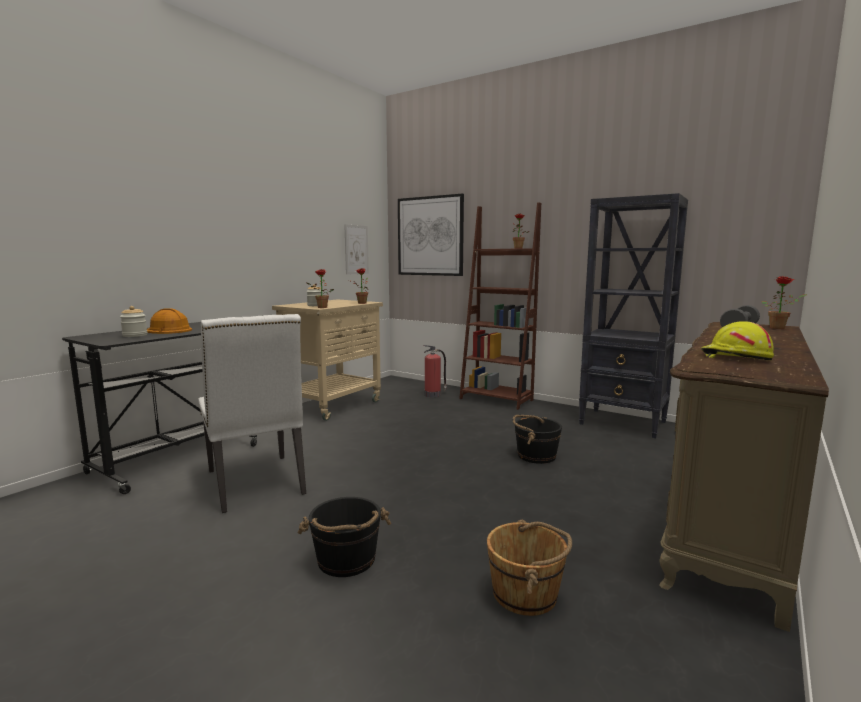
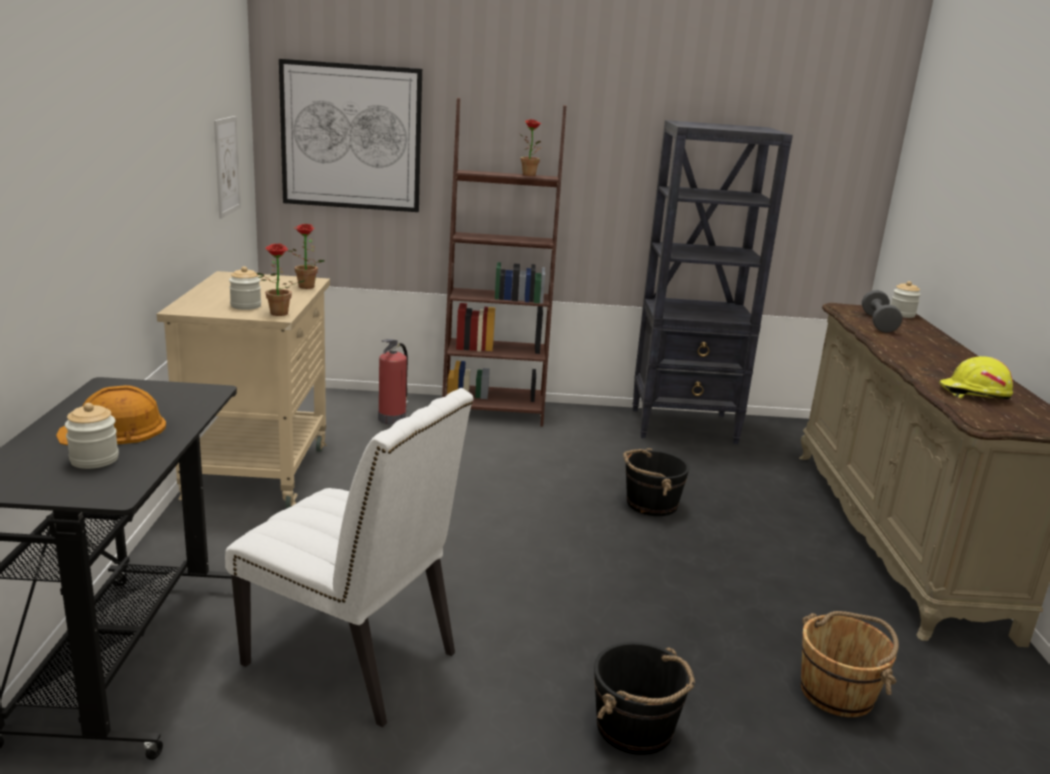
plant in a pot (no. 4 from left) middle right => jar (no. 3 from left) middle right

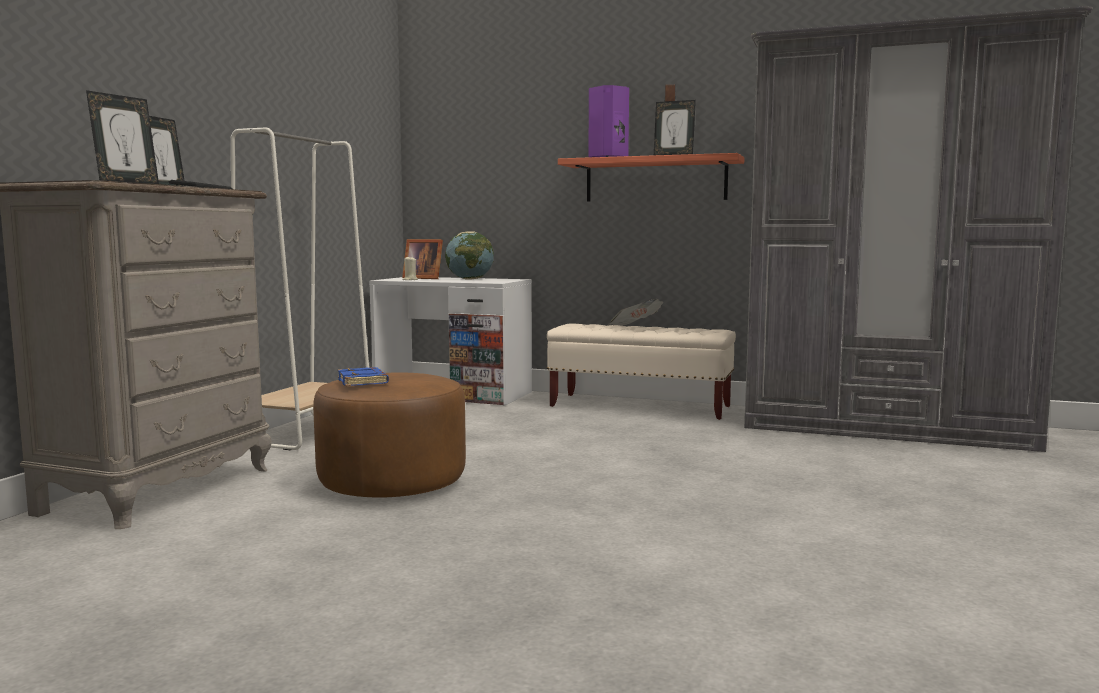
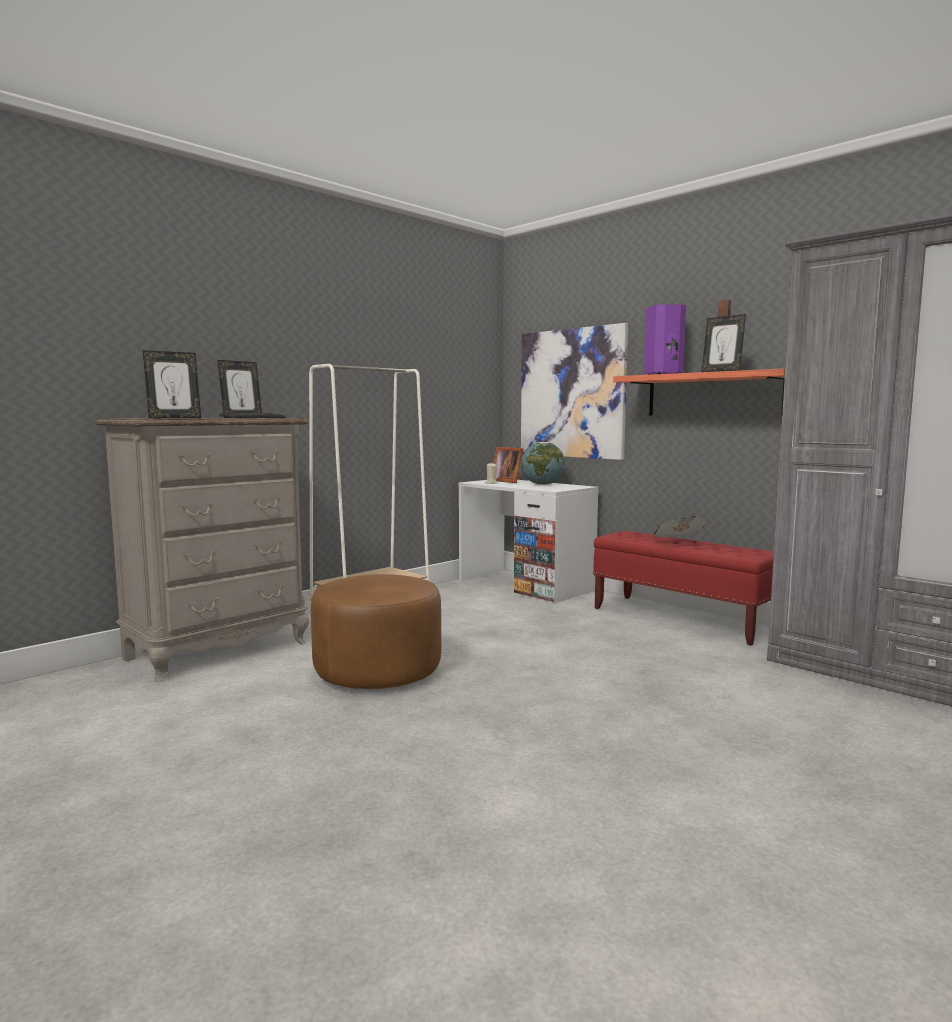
nothing => picture centre
beige long seat centre => red long seat middle right
blue-coloured bound book middle left => nothing

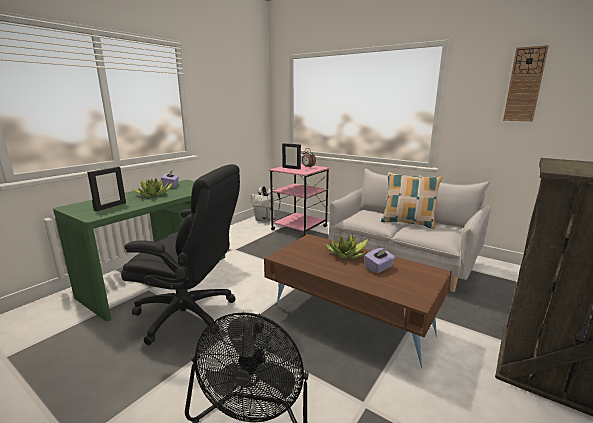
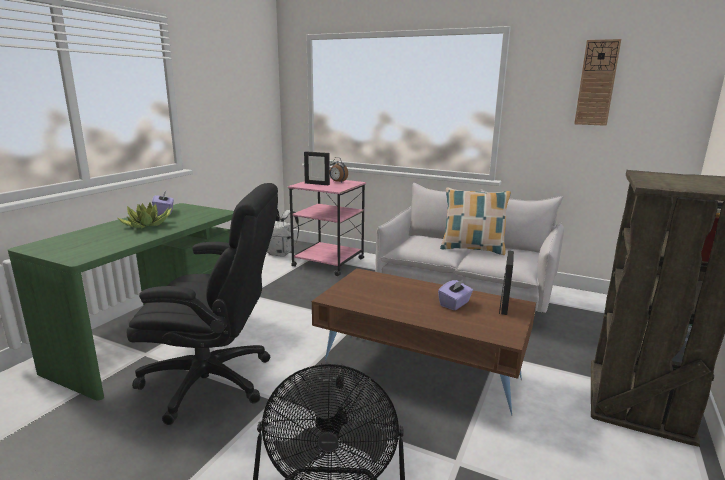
photo frame (no. 1 from left in the first image) middle left => photo frame (no. 2 from left) middle right, shifted
plant in a pot (no. 2 from left) centre => nothing

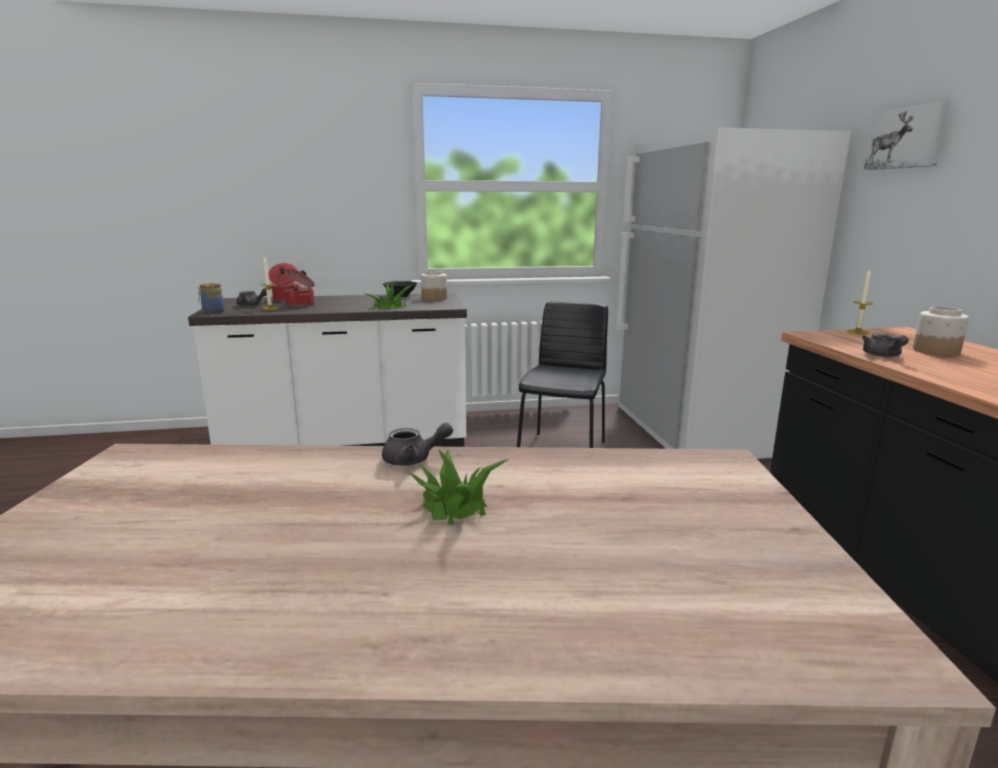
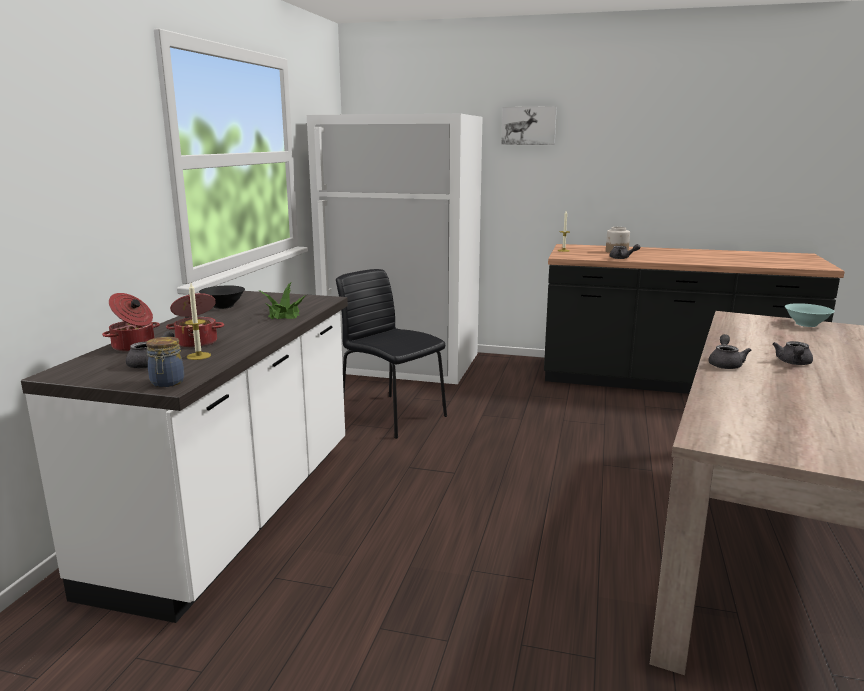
plant in a pot (no. 2 from left) centre => grey tea pot (no. 4 from left) middle right
nothing => turquoise serving bowl middle right
jar (no. 2 from left) centre => nothing

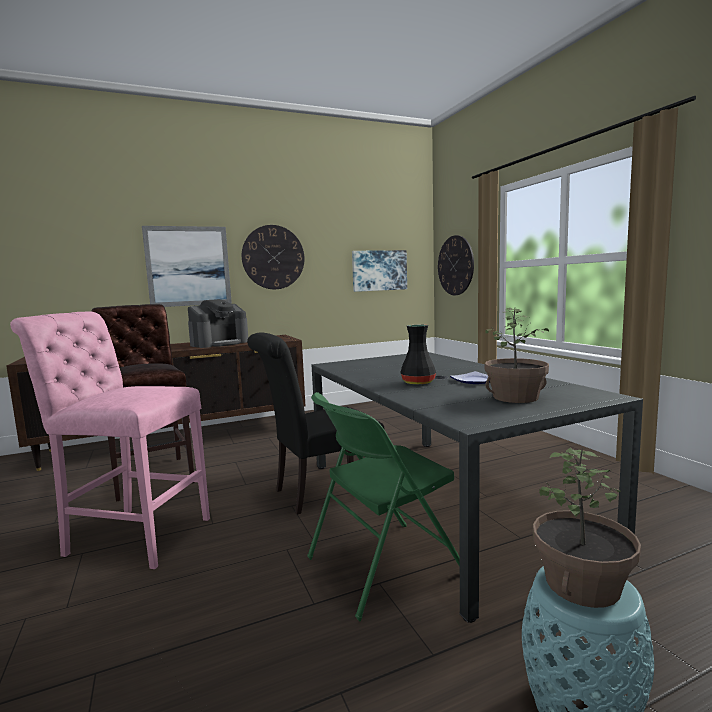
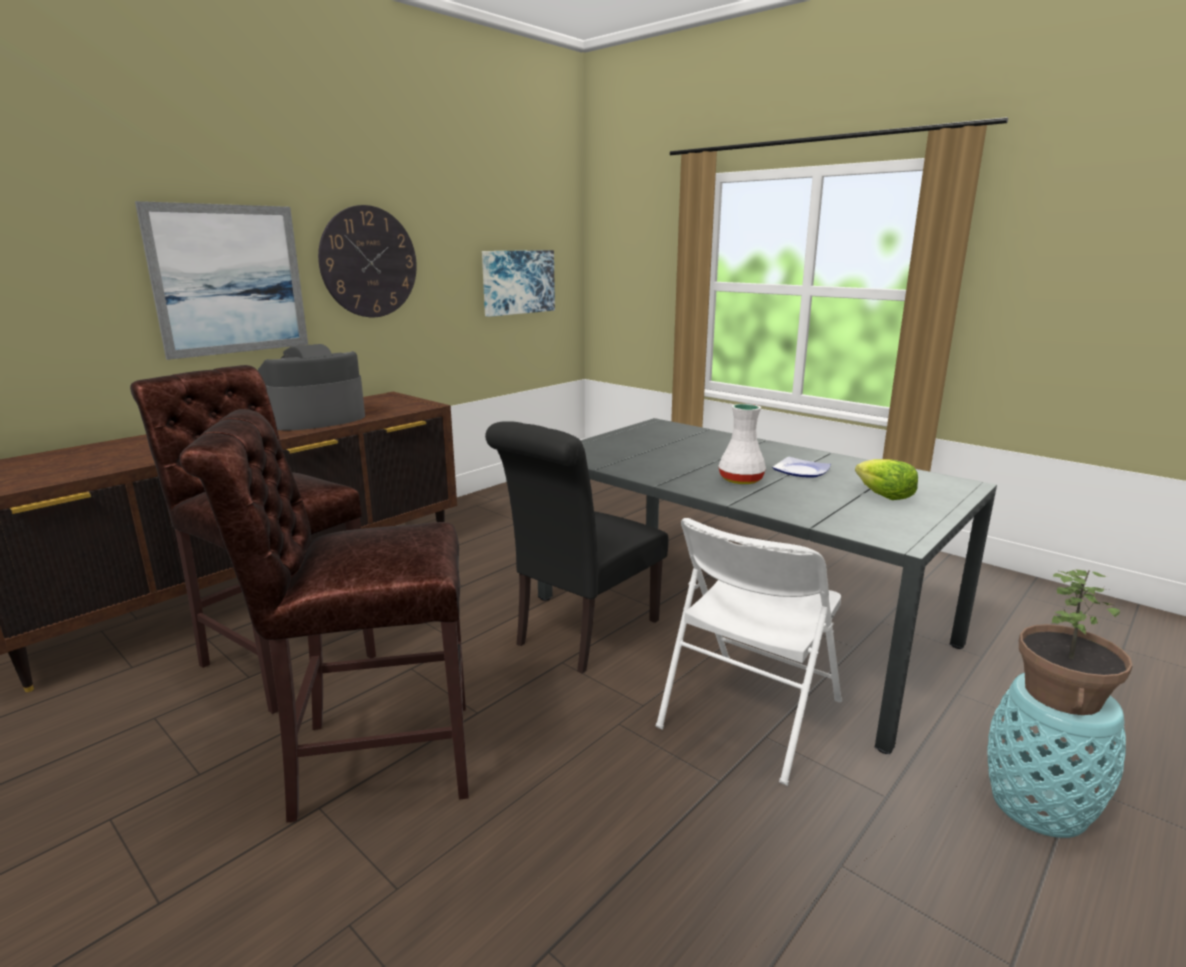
pink sitting stool middle left => brownish sitting stool (no. 2 from left) middle left
coffee machine middle left, 150 degrees counterclockwise
green upright chair bottom centre => white upright chair bottom centre
black-coloured decorative vase centre => white decorative vase centre
plant in a pot (no. 1 from left) middle right => lettuce head middle right
hanging clock (no. 2 from left) centre => nothing

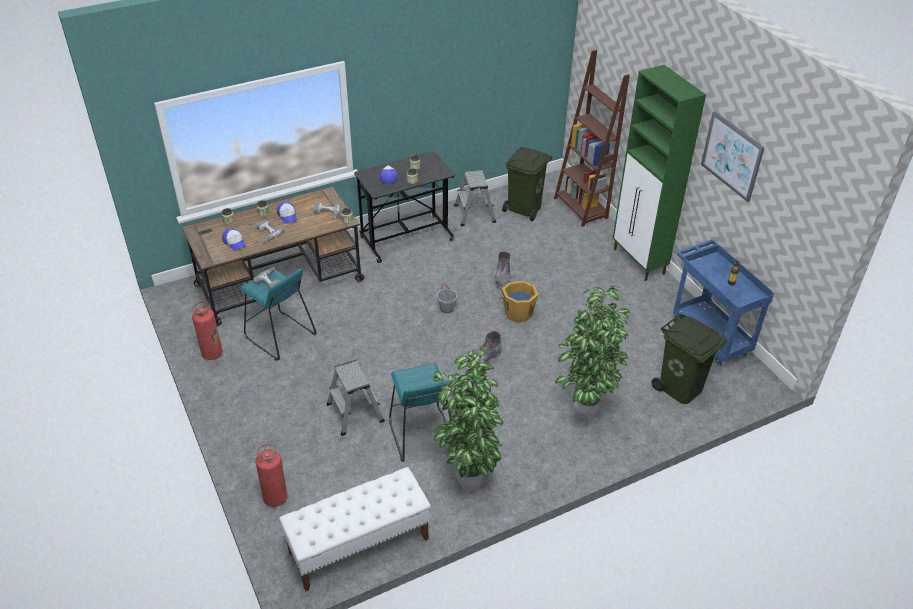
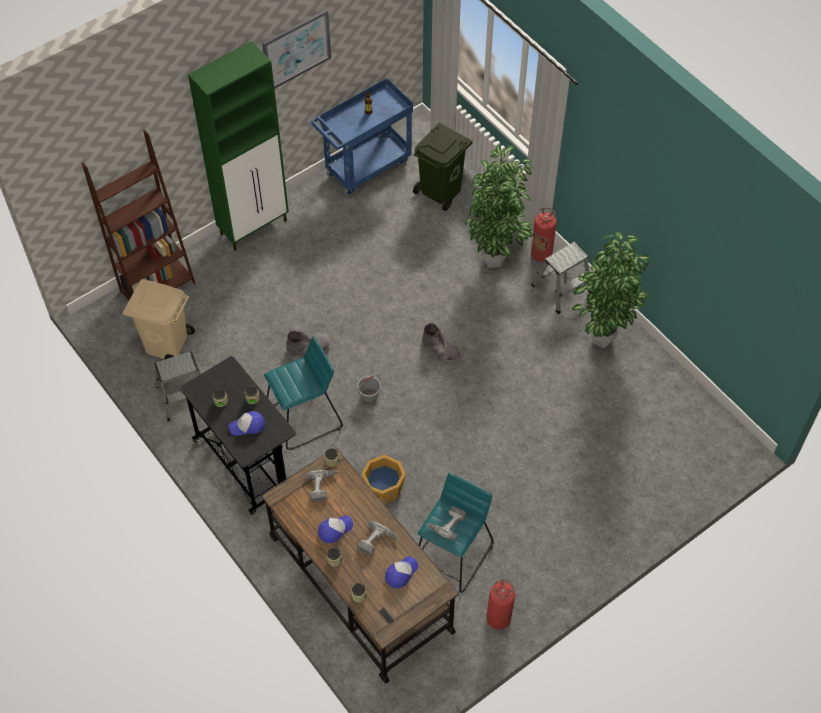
green trash can (no. 1 from left) top centre => beige trash can middle left
turquoise sitting stool (no. 2 from left in the first image) bottom centre => turquoise sitting stool (no. 1 from left) centre, shifted
orangey water bucket centre => orangey water bucket bottom centre, shifted
fire-fighting cylinder (no. 2 from left) bottom left => fire-fighting cylinder (no. 2 from left) top centre, shifted
grey step ladder (no. 1 from left in the first image) centre => grey step ladder (no. 2 from left) middle right, shifted
white long seat bottom centre => nothing

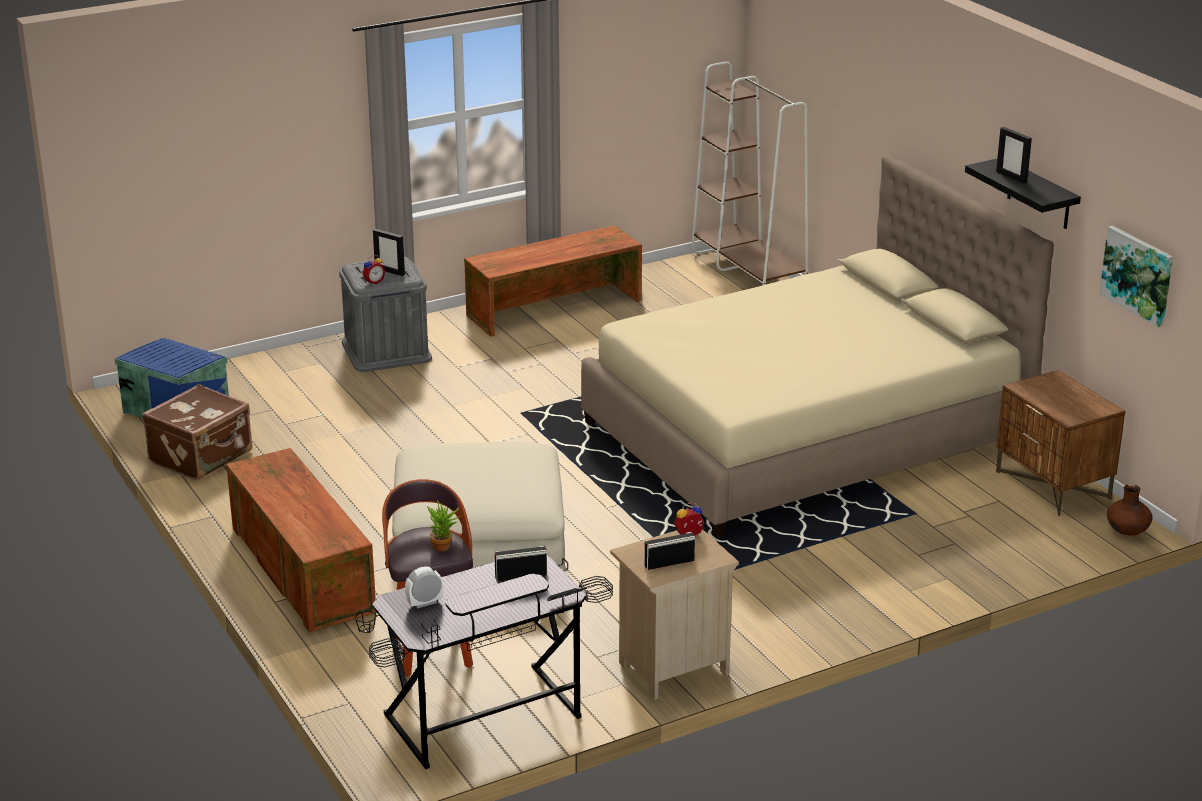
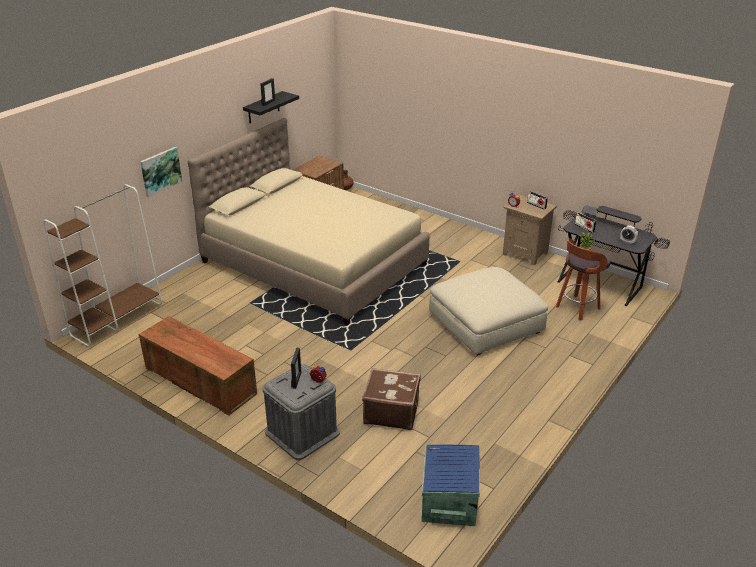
picture middle right => picture top left, shifted
brownish piece of luggage middle left => brownish piece of luggage bottom centre, shifted
brownish long seat (no. 1 from left) bottom left => nothing

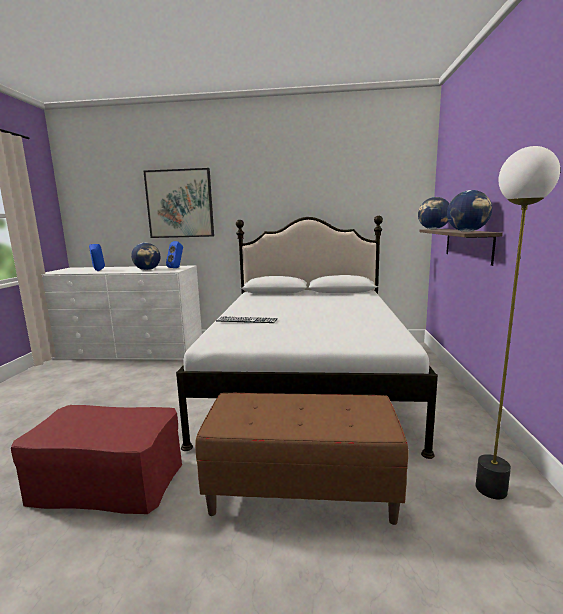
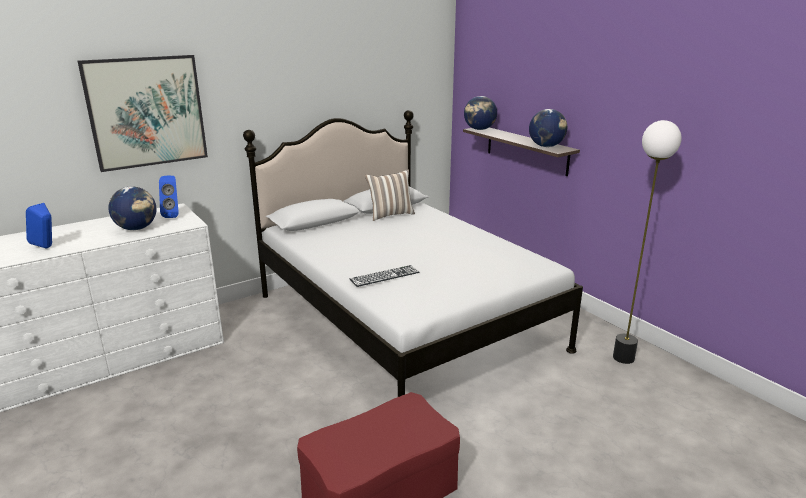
nothing => throw pillow centre
brownish long seat bottom centre => nothing

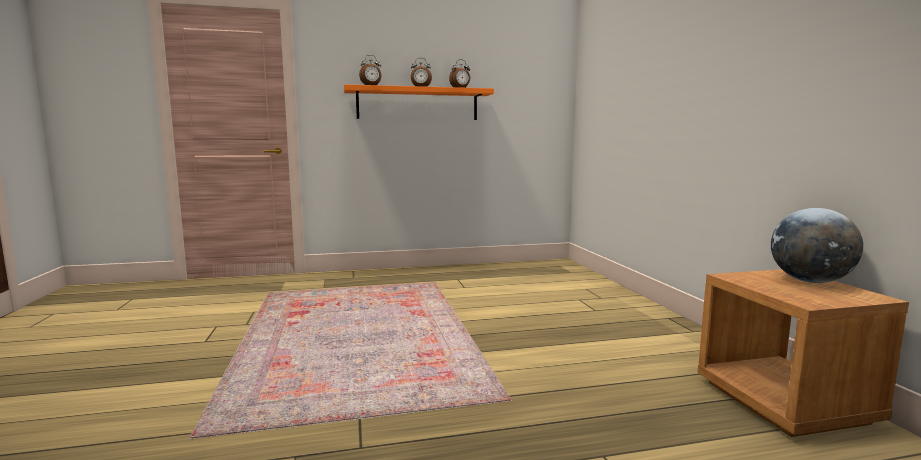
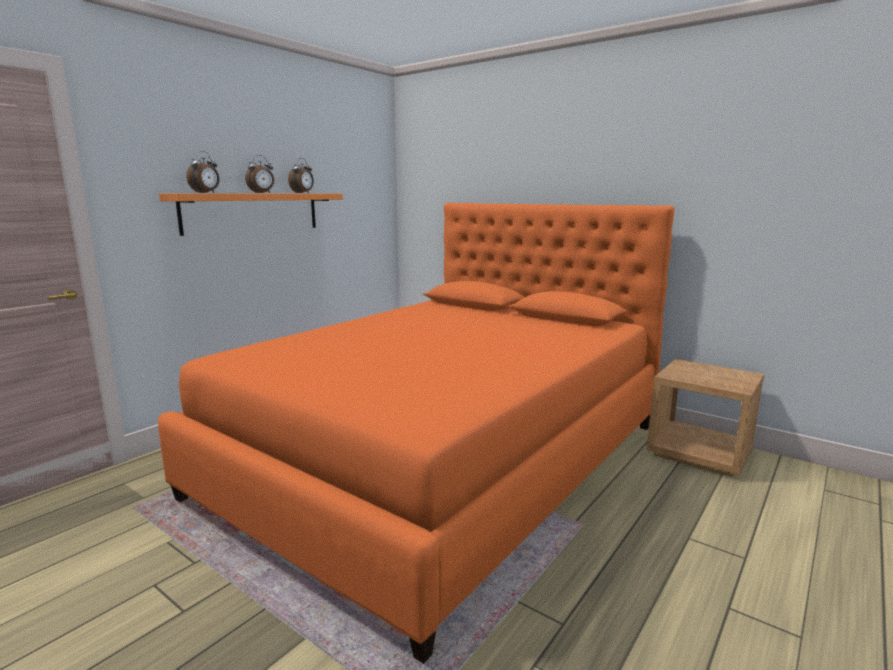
nothing => orangey bed centre
world globe middle right => nothing

